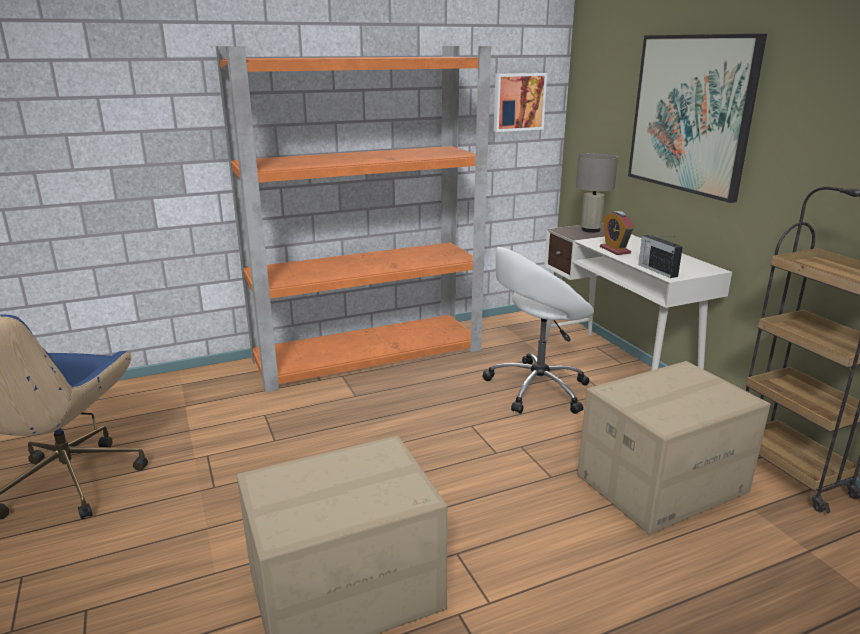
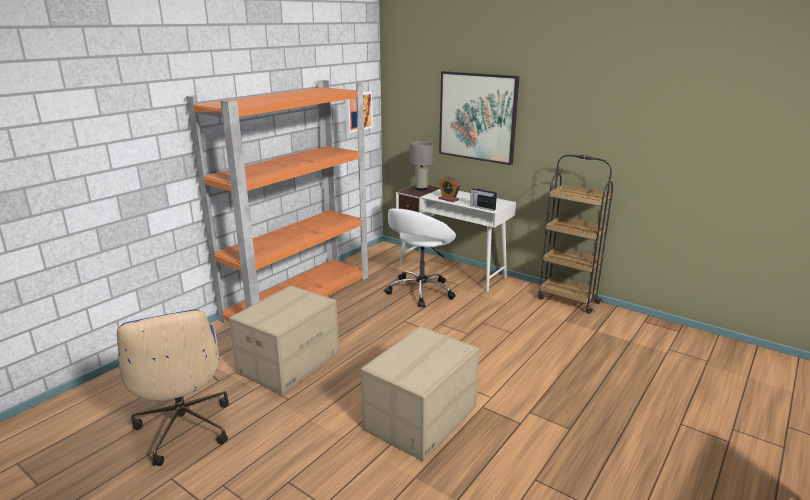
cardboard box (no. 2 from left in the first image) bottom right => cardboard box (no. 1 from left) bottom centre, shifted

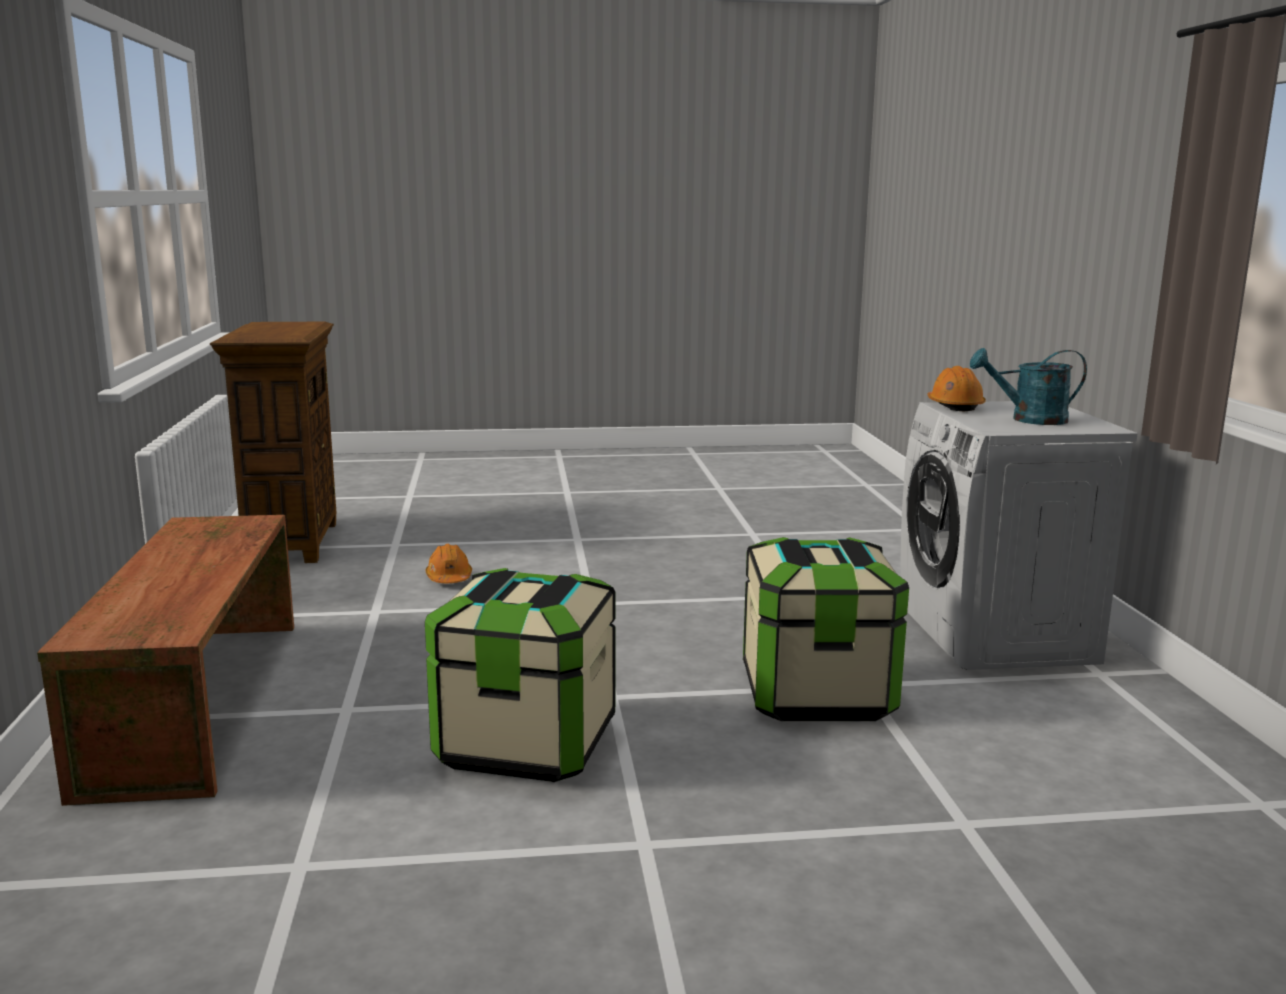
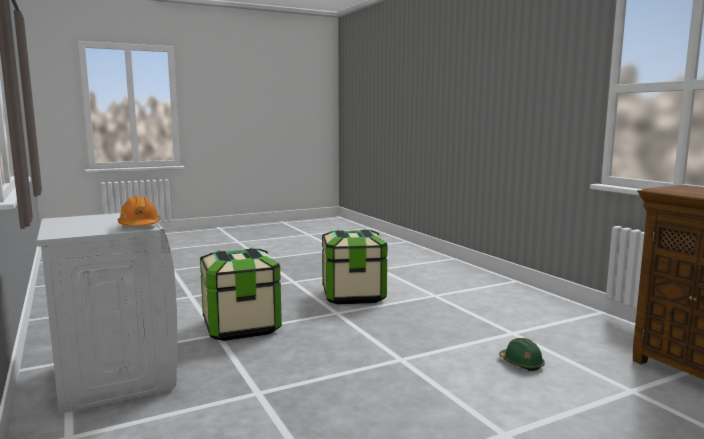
orangey safety helmet (no. 1 from left) centre => green safety helmet bottom right
brownish long seat middle left => nothing
turquoise watering pot middle right => nothing

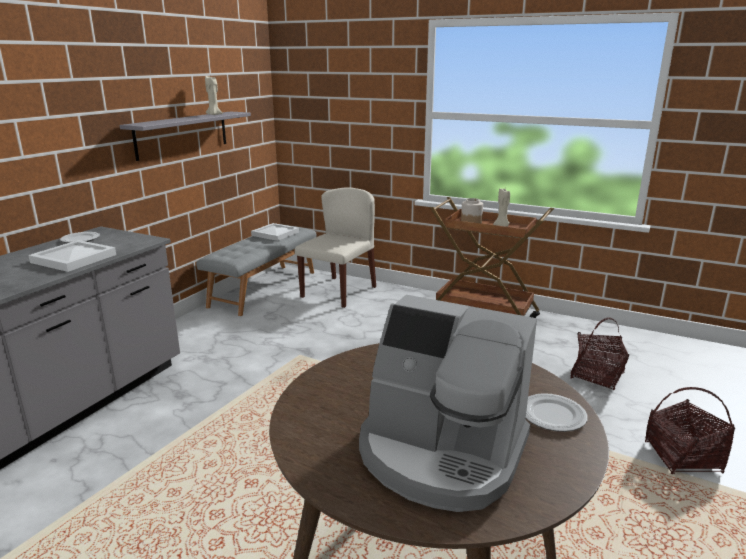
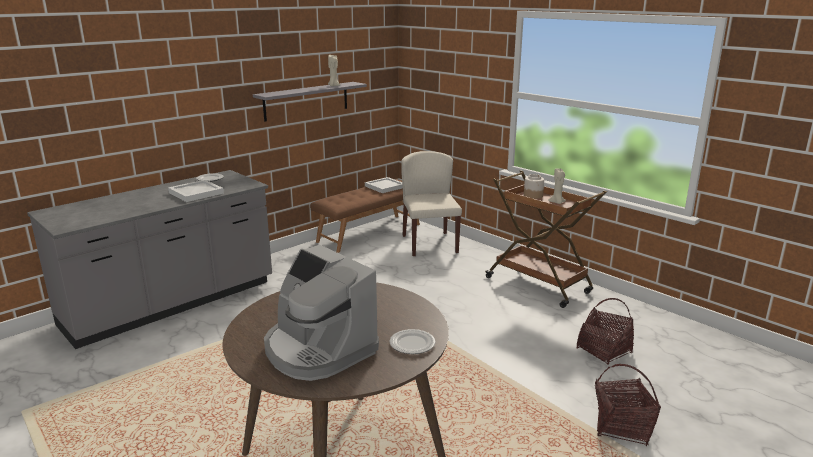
grey long seat centre => brownish long seat centre
beige upright chair centre, 60 degrees counterclockwise

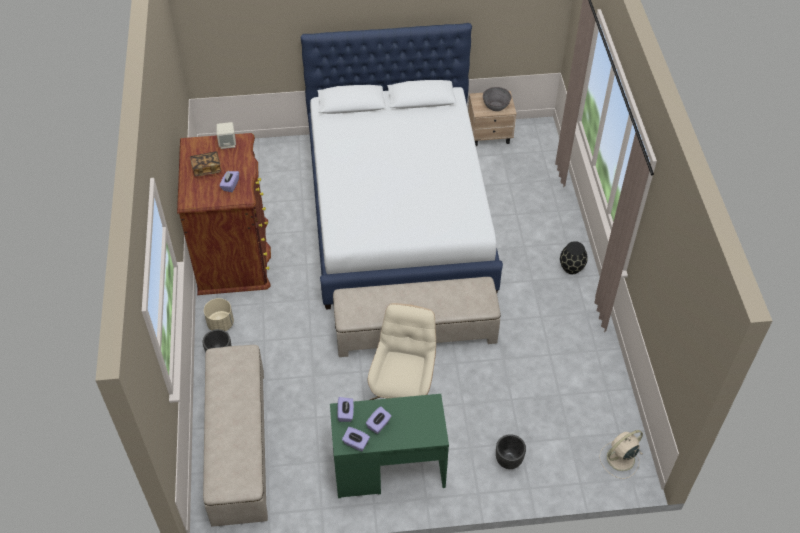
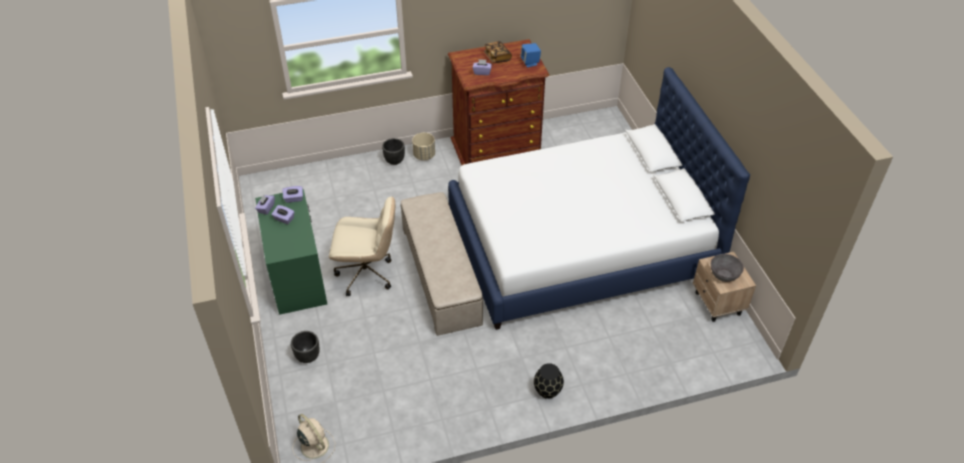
beige loudspeaker top left => blue-coloured loudspeaker top centre
beige long seat (no. 1 from left) bottom left => nothing

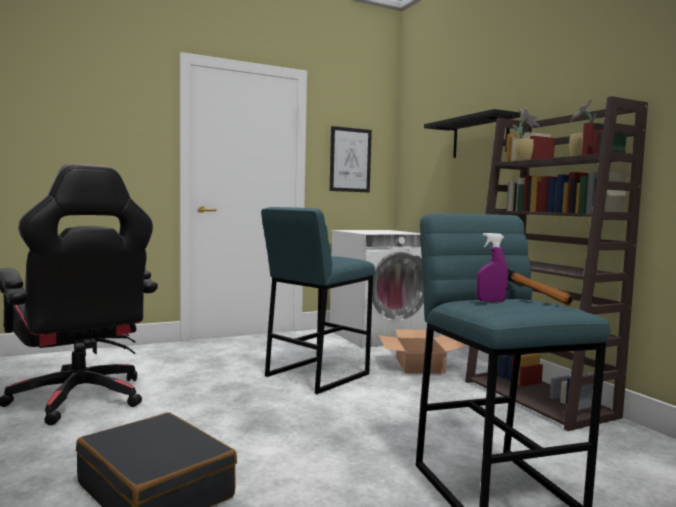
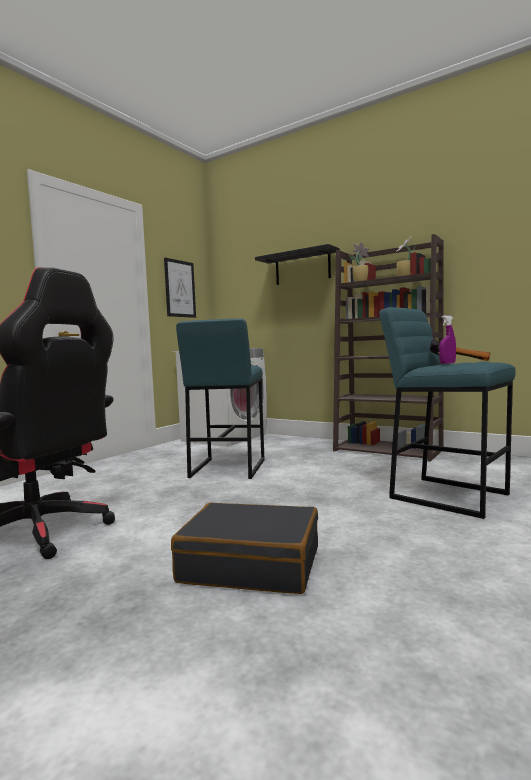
cardboard box bottom centre => nothing

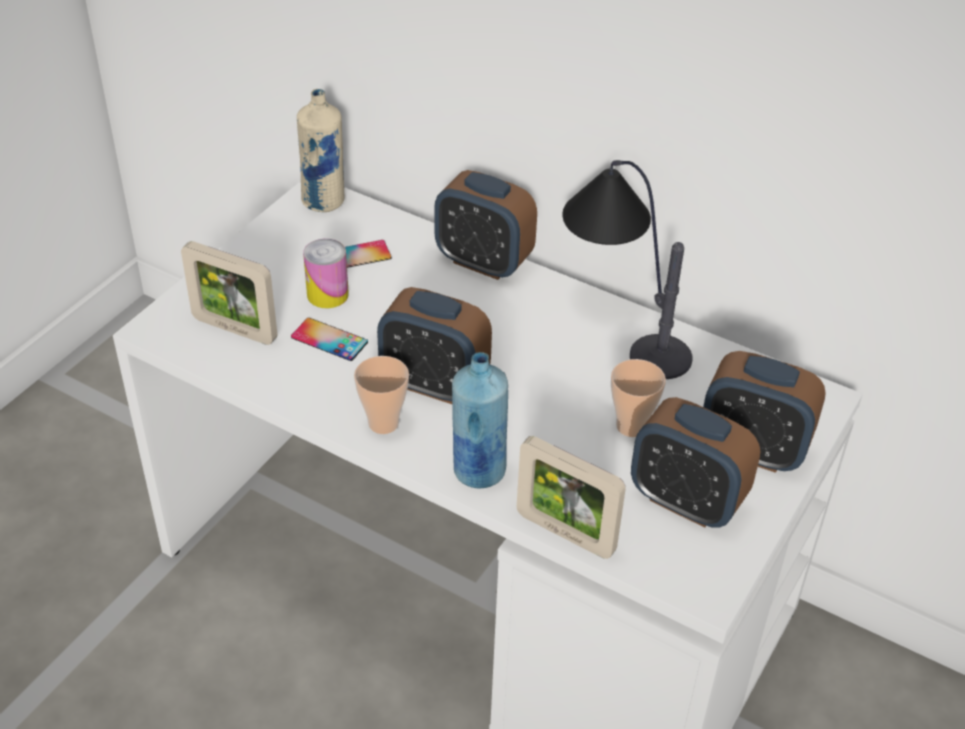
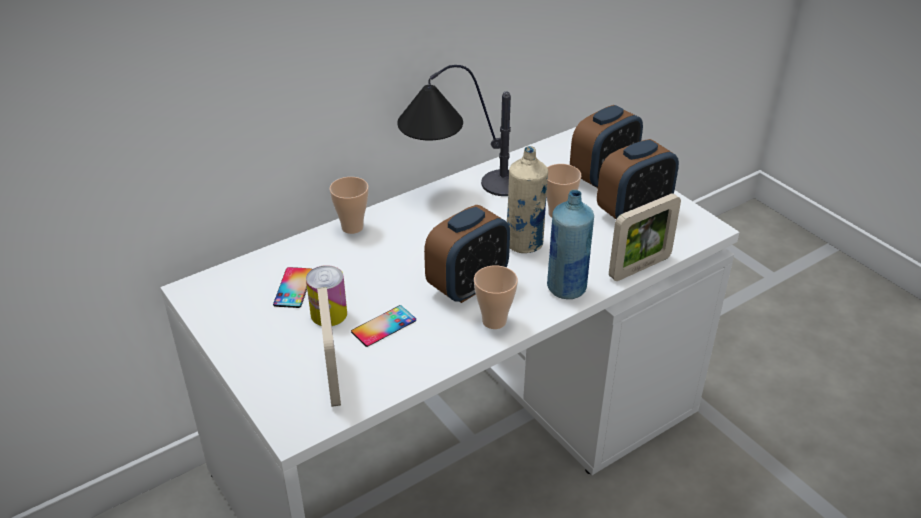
photo frame (no. 1 from left) middle left => photo frame (no. 1 from left) bottom centre, 120 degrees clockwise
bedside clock (no. 2 from left) top centre => small cup (no. 1 from left) centre
beige bottle top left => beige bottle centre, shifted

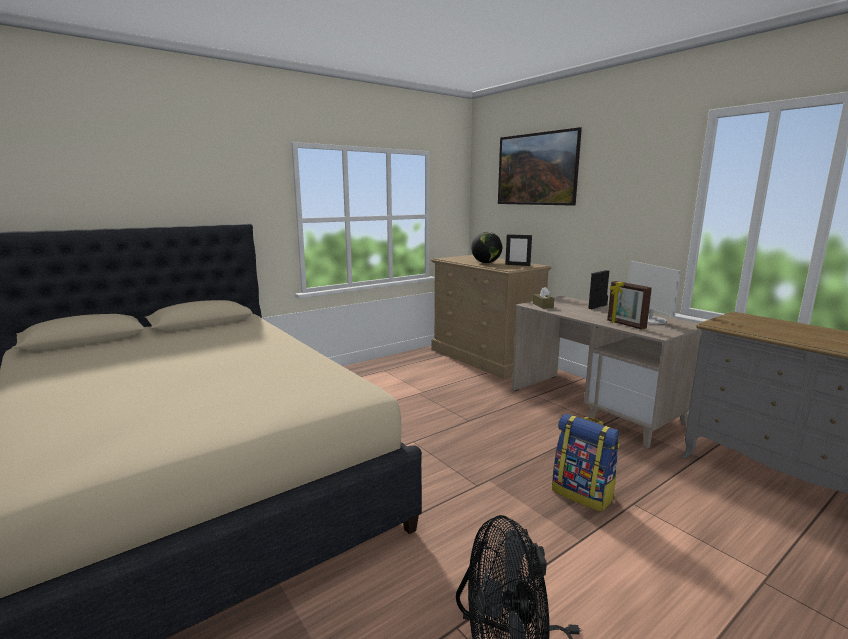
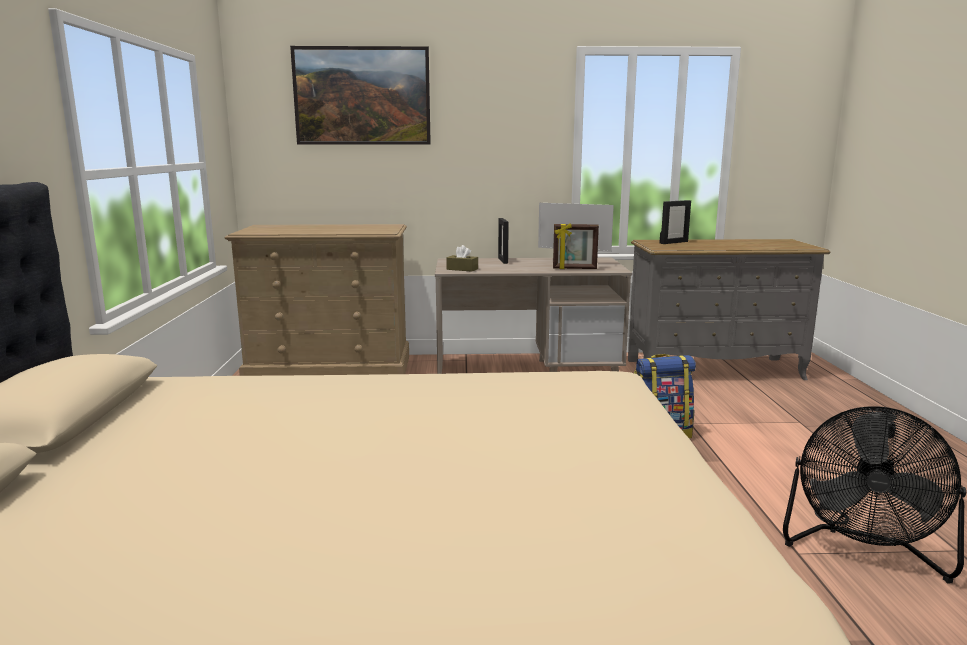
photo frame (no. 1 from left in the first image) centre => photo frame (no. 3 from left) middle right, shifted
world globe centre => nothing

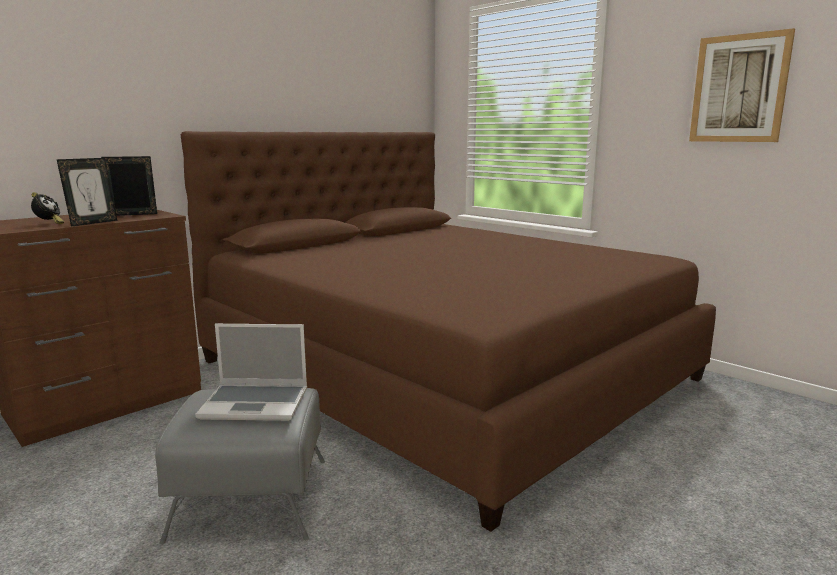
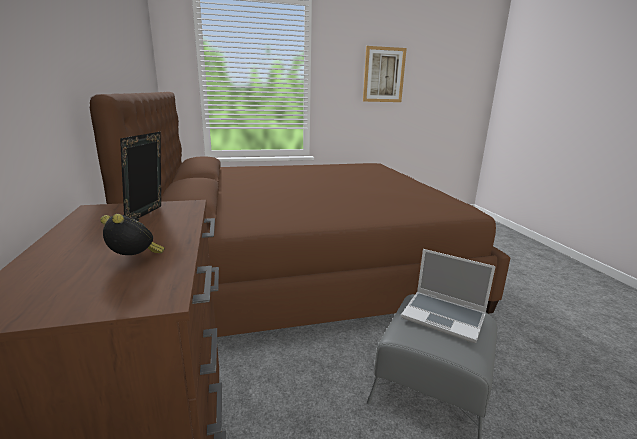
portable computer middle left => portable computer bottom right, 90 degrees clockwise
photo frame (no. 1 from left) middle left => nothing

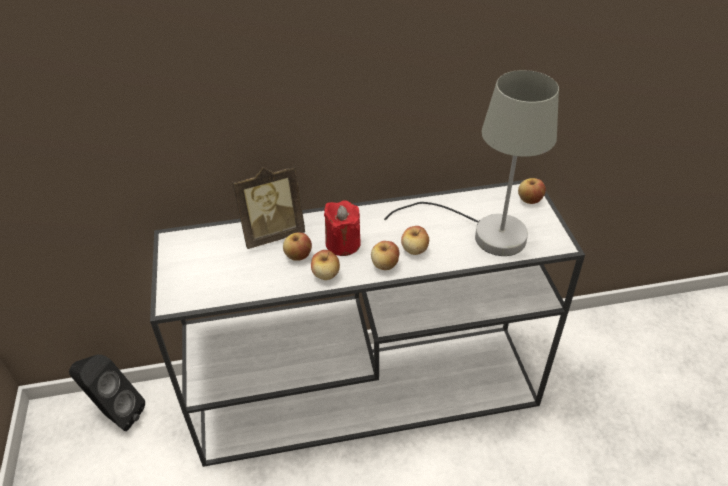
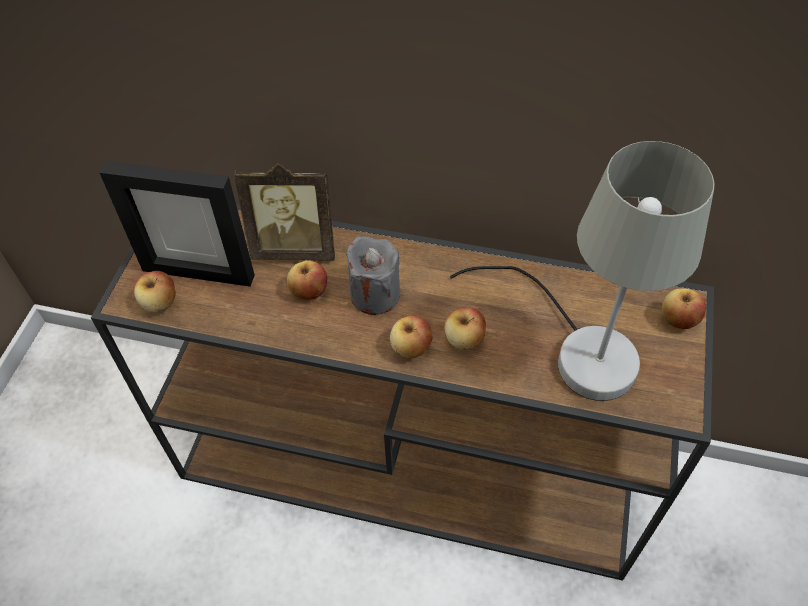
white console table centre => brownish console table centre
nothing => photo frame (no. 1 from left) middle left
apple fruit (no. 2 from left in the first image) centre => apple fruit (no. 1 from left) middle left, shifted
red candle centre => grey candle centre
black-coloured loudspeaker bottom left => nothing

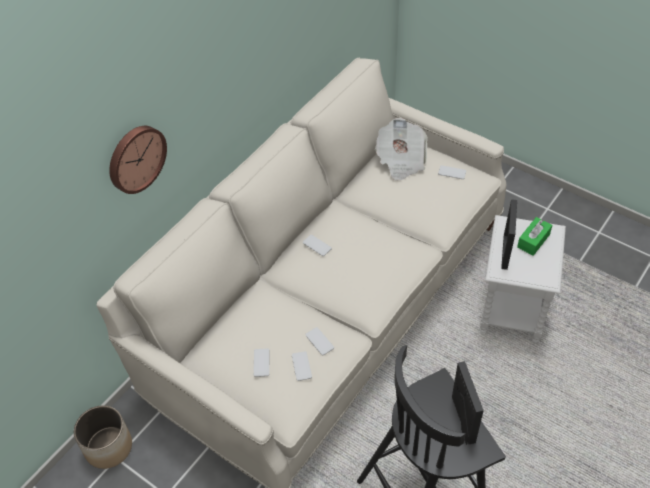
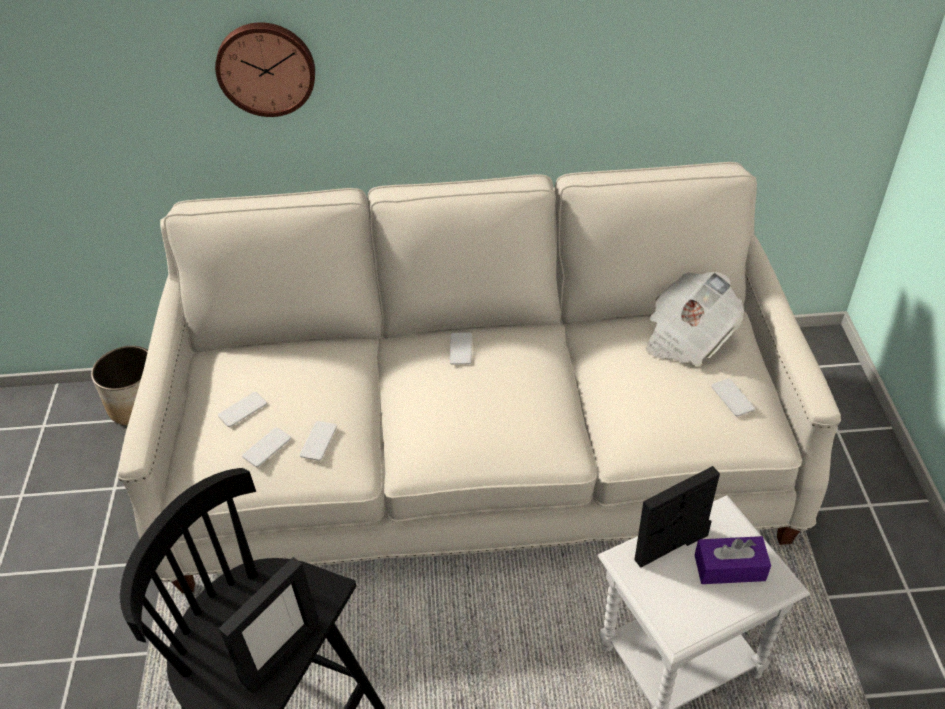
green tissue holder middle right => purplish tissue holder bottom right

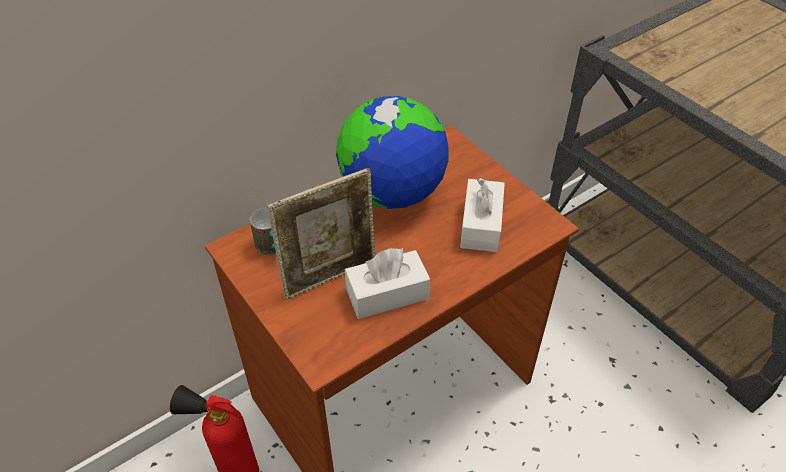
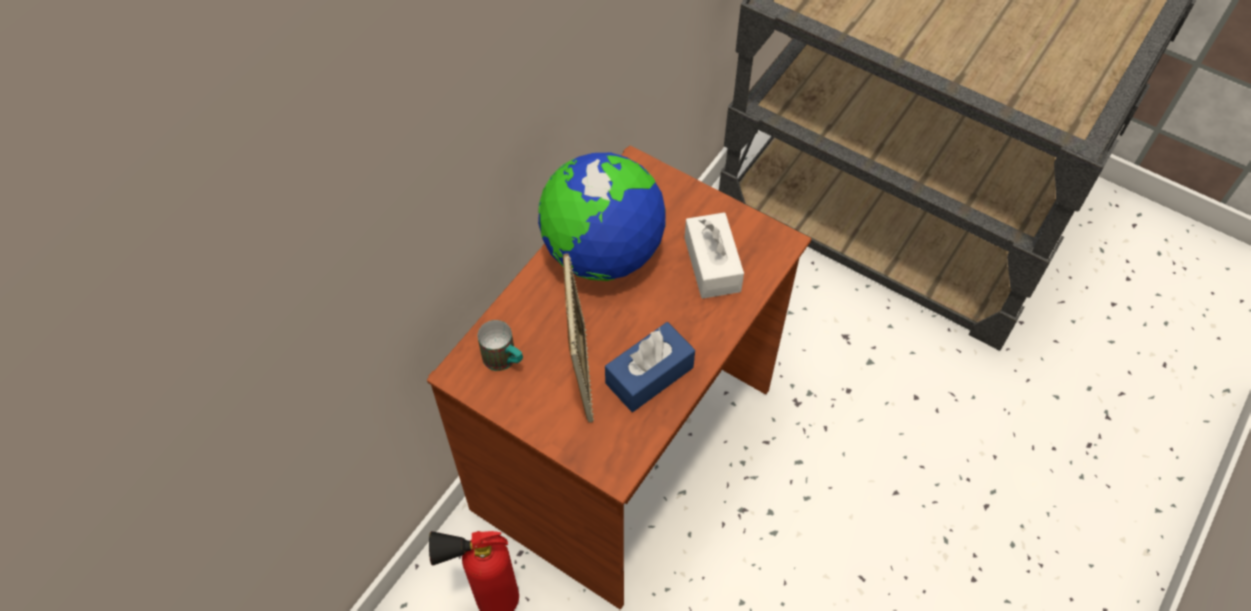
photo frame centre, 45 degrees counterclockwise
white tissue holder (no. 1 from left) centre => blue-coloured tissue holder centre

